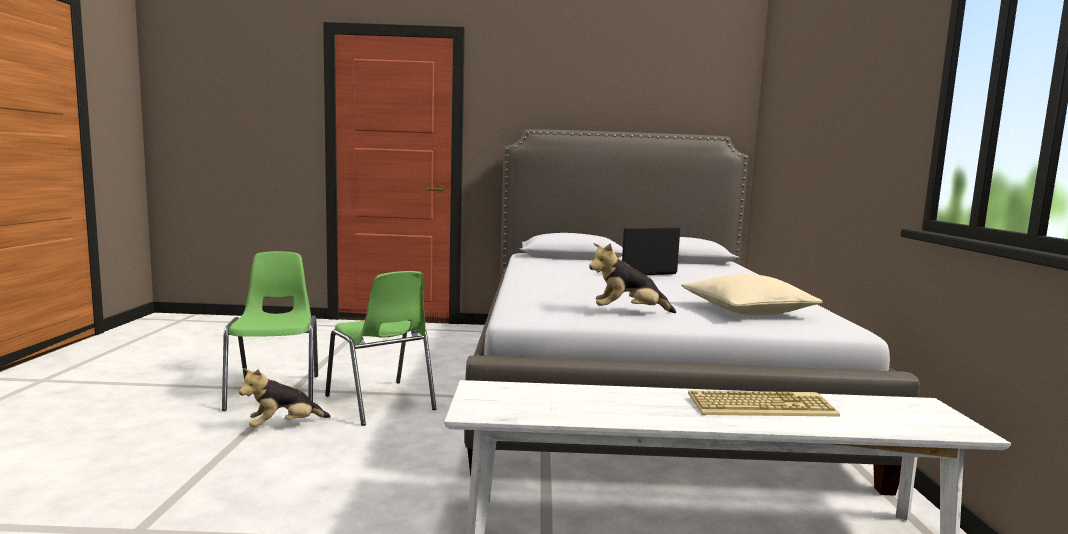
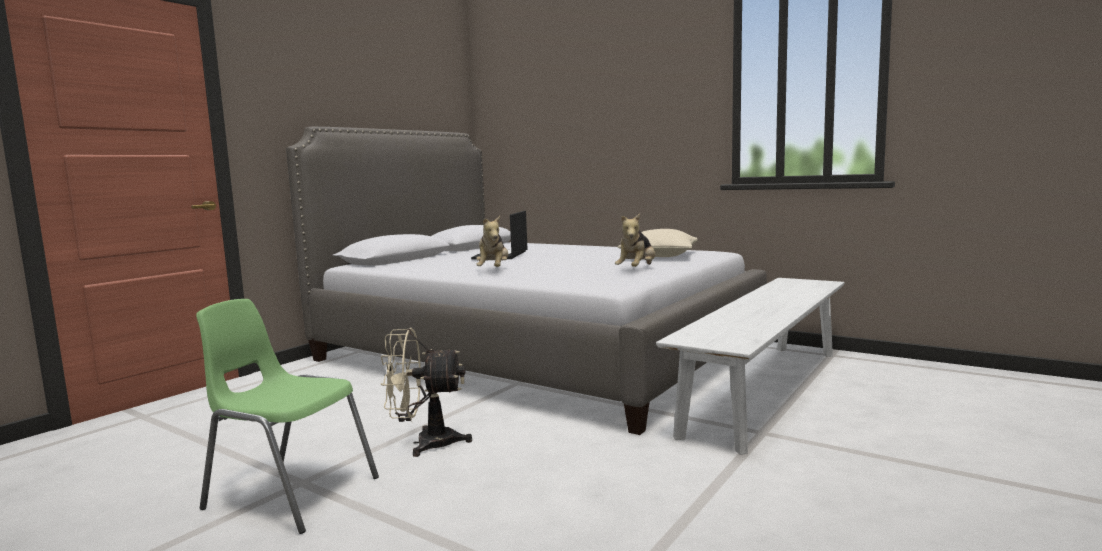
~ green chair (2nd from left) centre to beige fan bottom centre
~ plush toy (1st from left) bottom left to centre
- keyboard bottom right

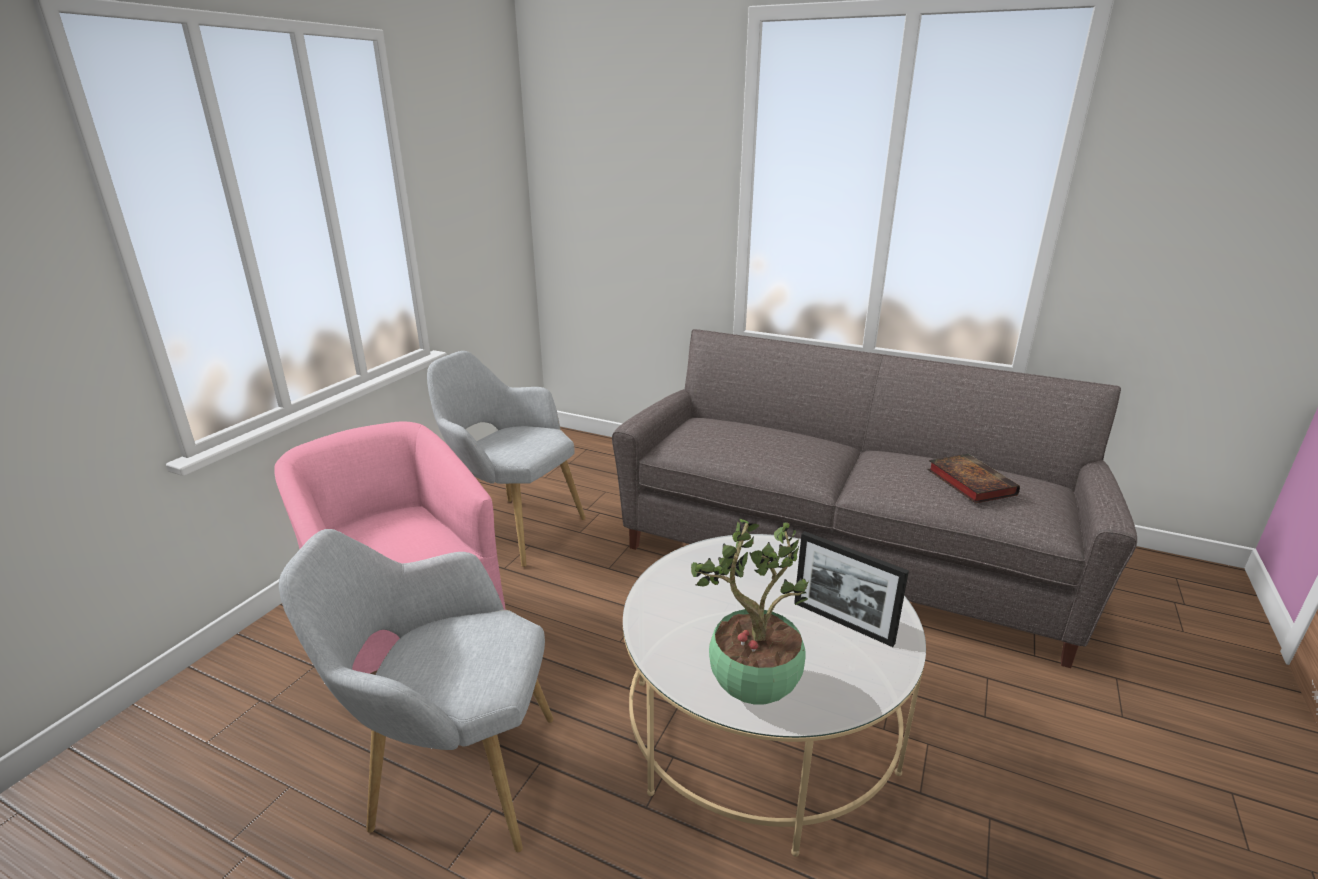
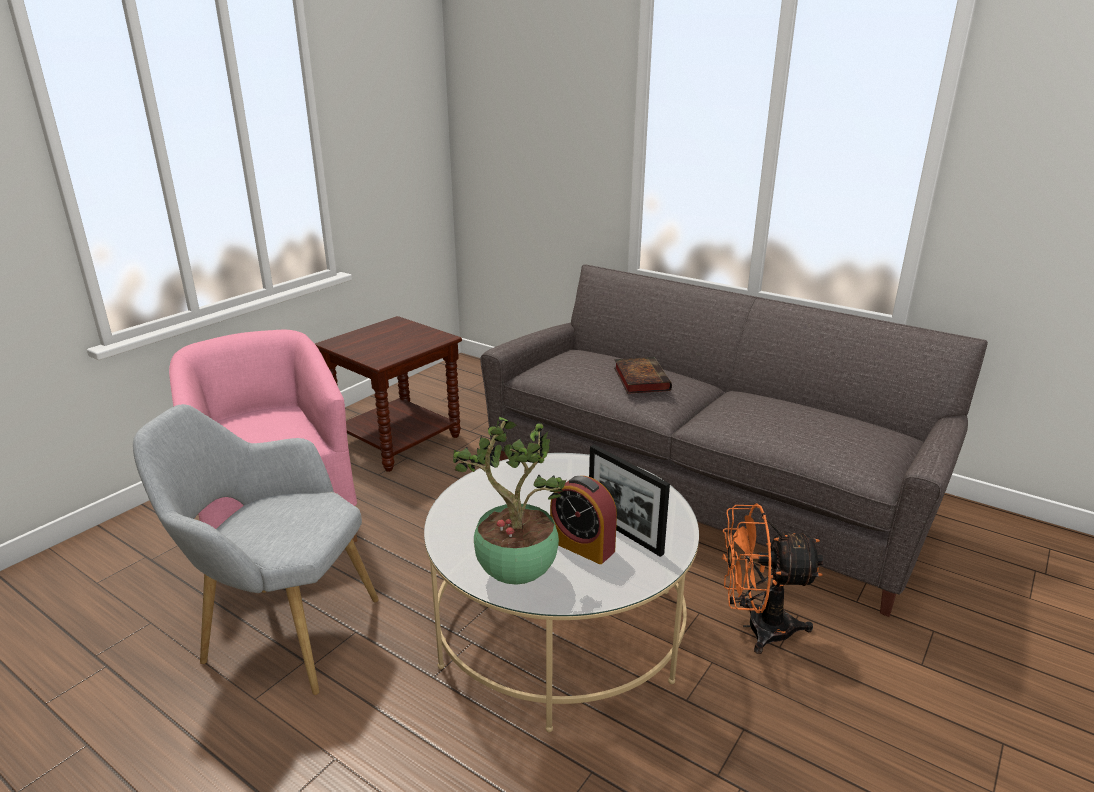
~ grey armchair (2nd from left) centre to brown side table centre
~ book middle right to centre
+ alarm clock centre
+ orange fan bottom right

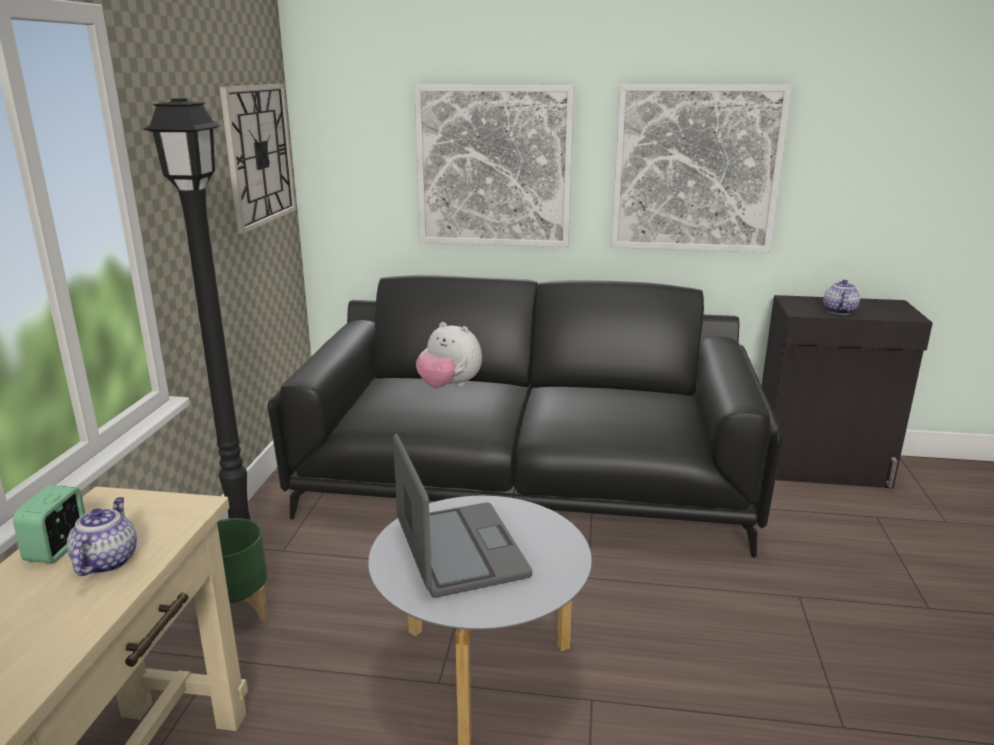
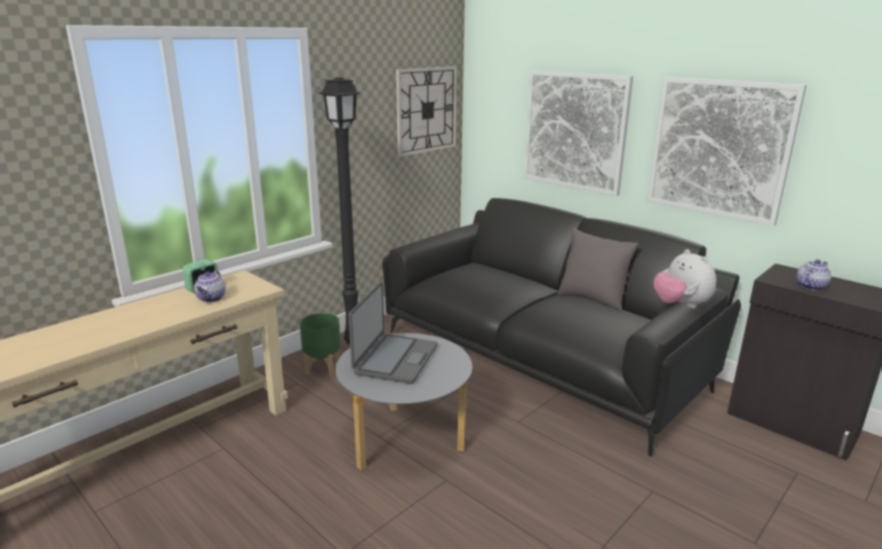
~ plush toy centre to middle right
~ teapot (1st from left) bottom left = middle left 150 degrees clockwise
+ grey pillow middle right

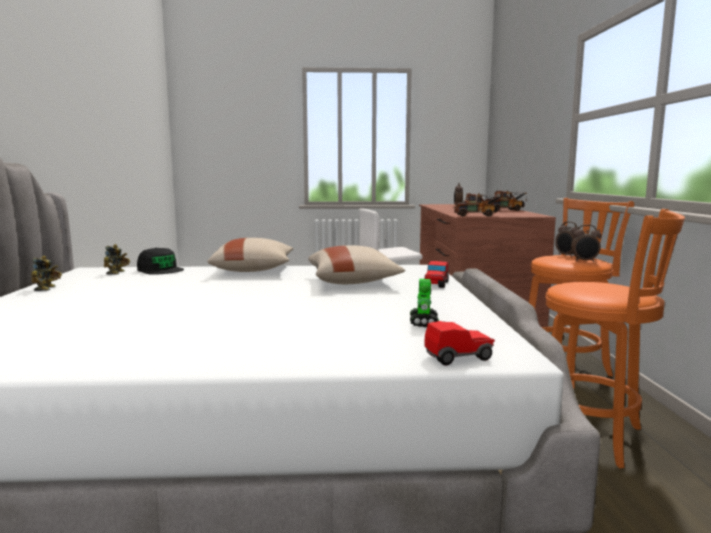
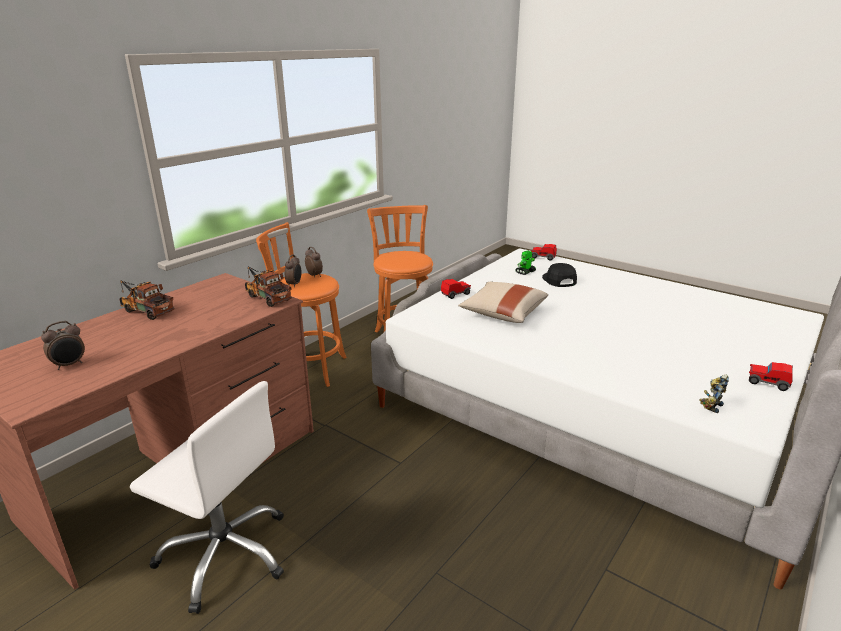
- beige pillow (1st from left) centre
~ black cap middle left to centre
~ toy robot (1st from left) middle left to toy car (3rd from left) middle right

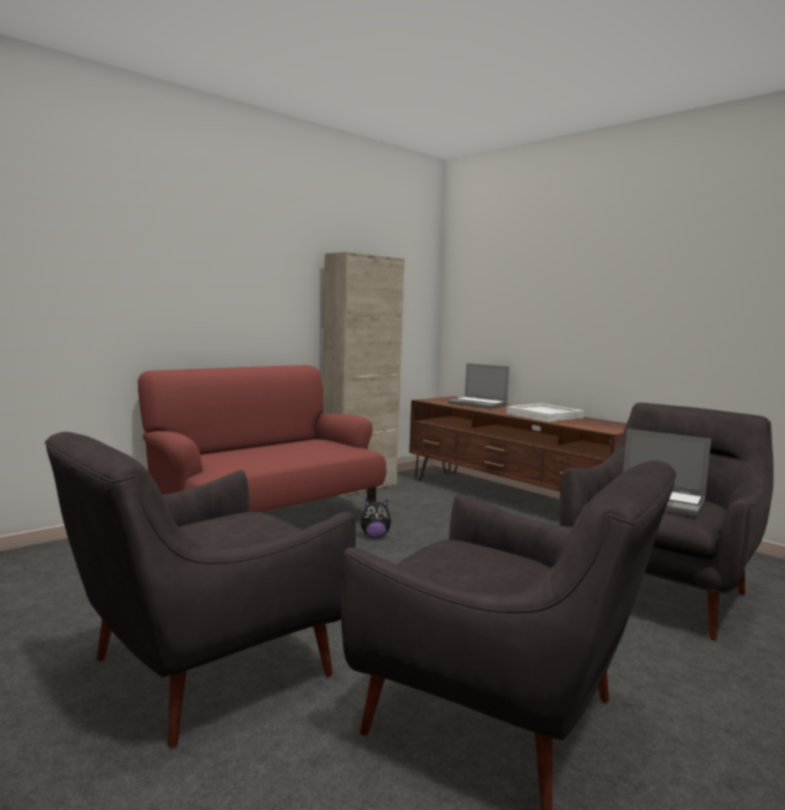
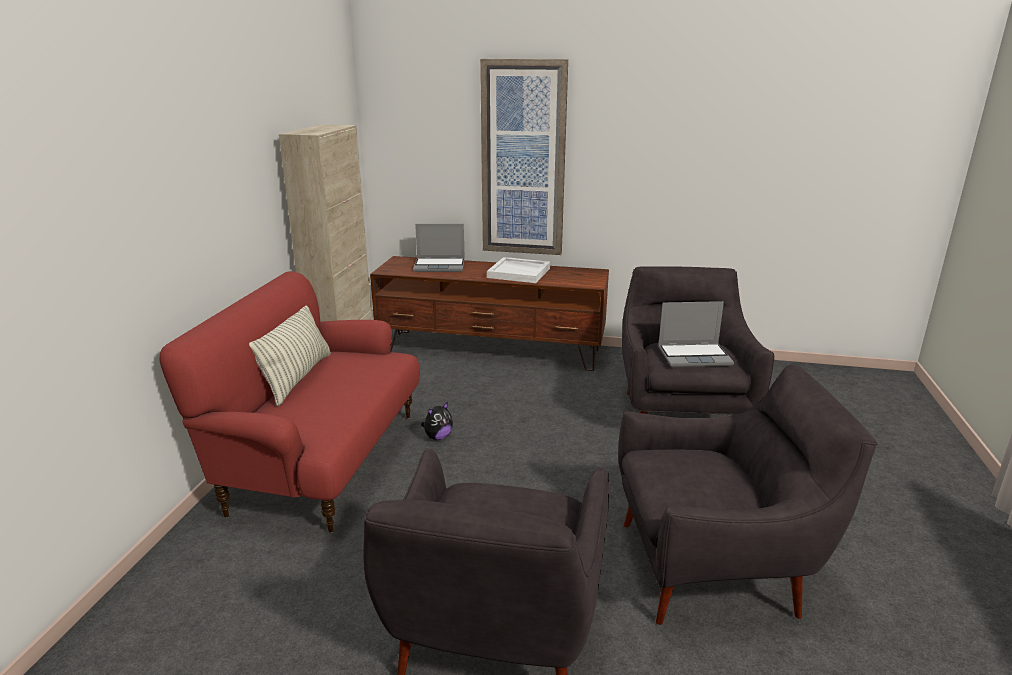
+ picture top centre
+ pillow middle left

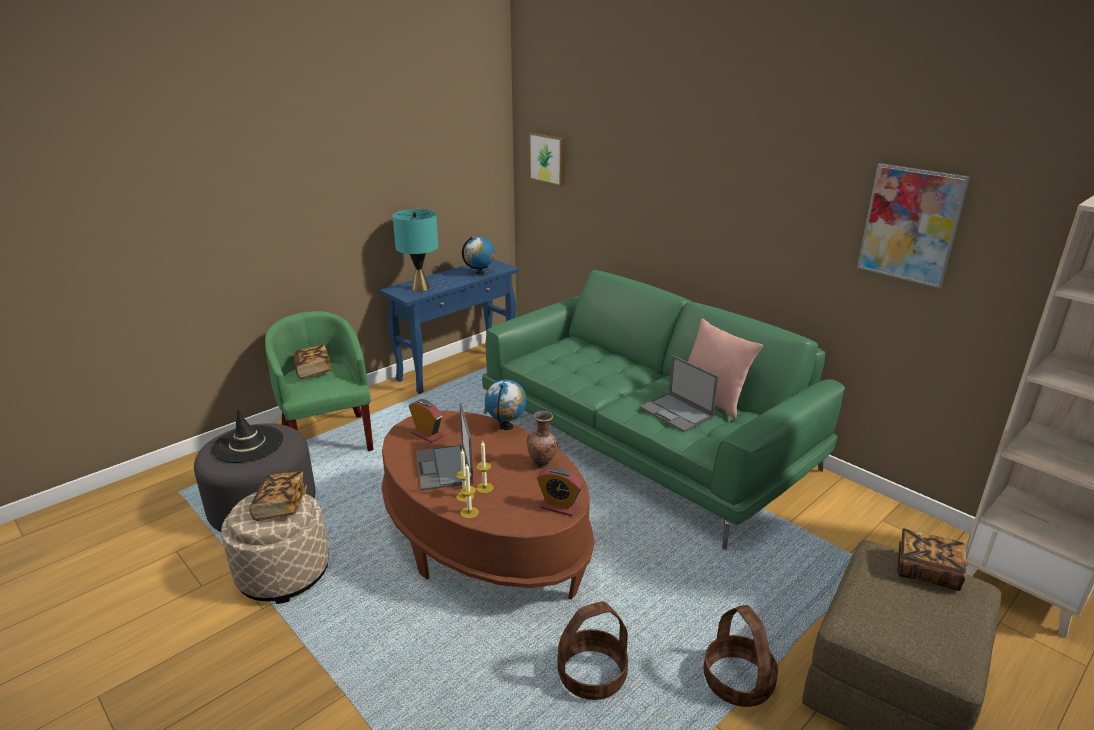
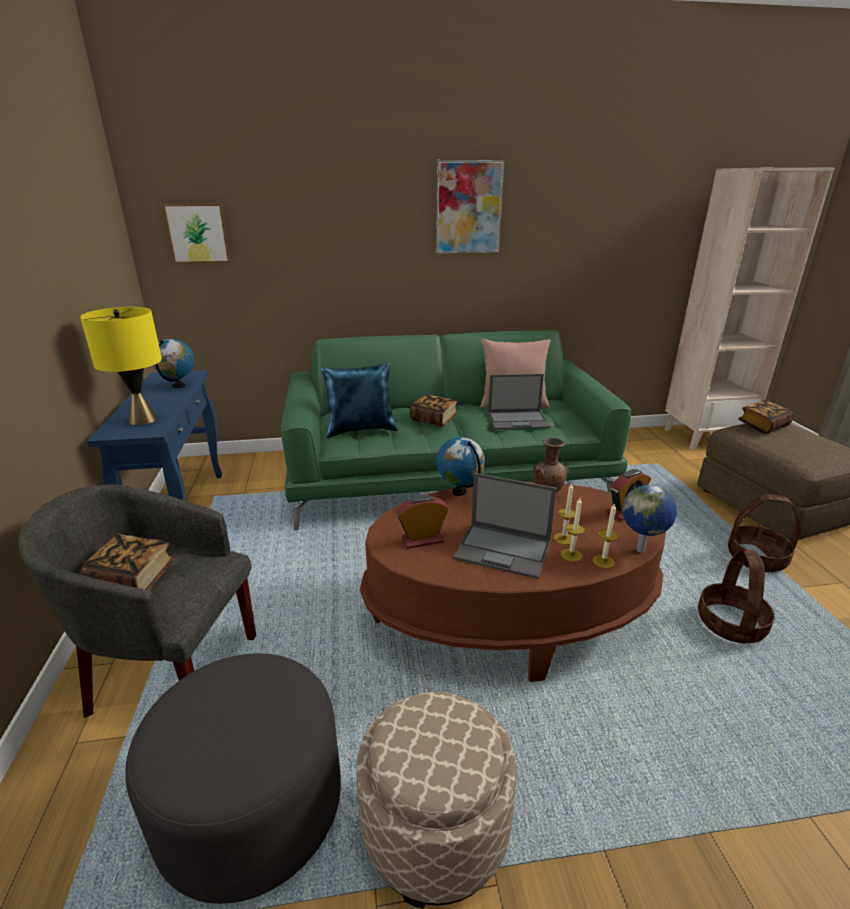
~ picture (2nd from left) top right to top centre
~ turquoise table lamp centre to yellow table lamp middle left
~ green armchair middle left to grey armchair middle left
- black hat middle left
~ book (1st from left in the first image) bottom left to book (2nd from left) centre
+ blue pillow centre
+ globe (3rd from left) middle right

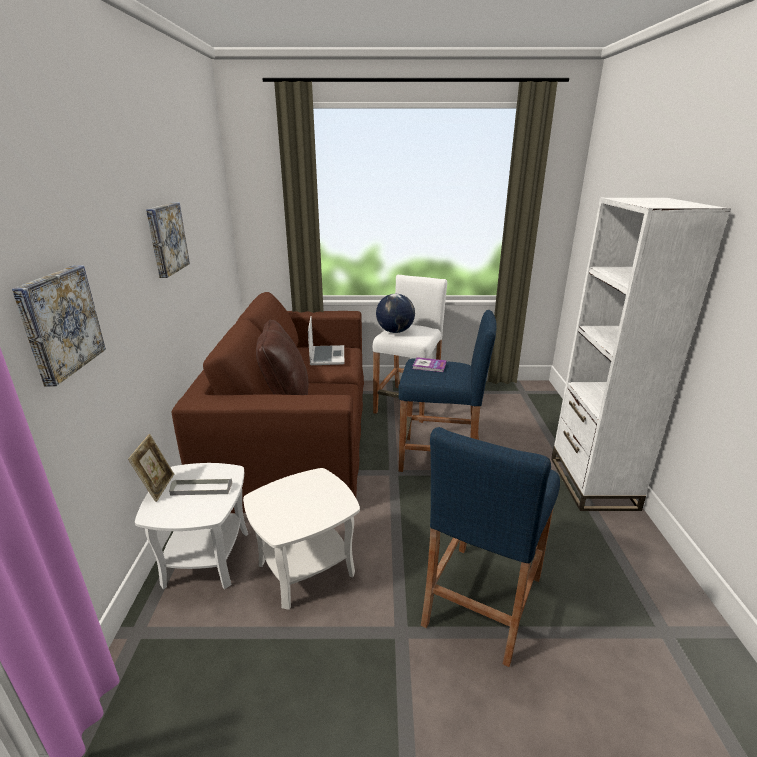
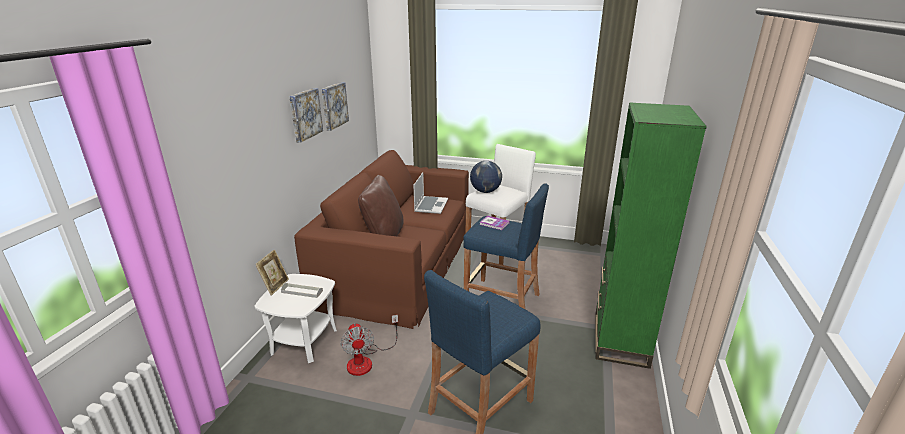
~ white bookcase middle right to green bookcase middle right
~ picture (1st from left in the first image) middle left to picture (2nd from left) top centre
~ white side table (2nd from left) bottom centre to fan bottom centre

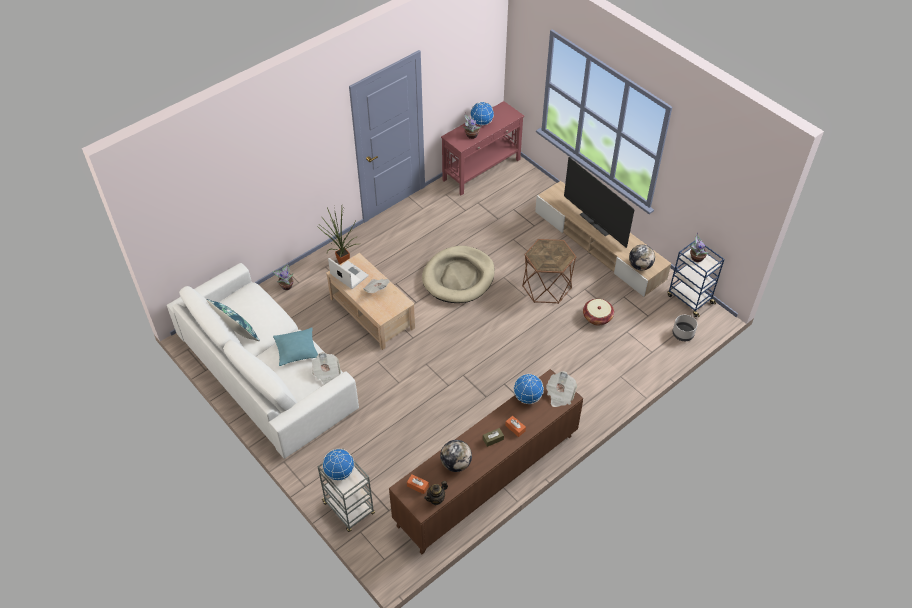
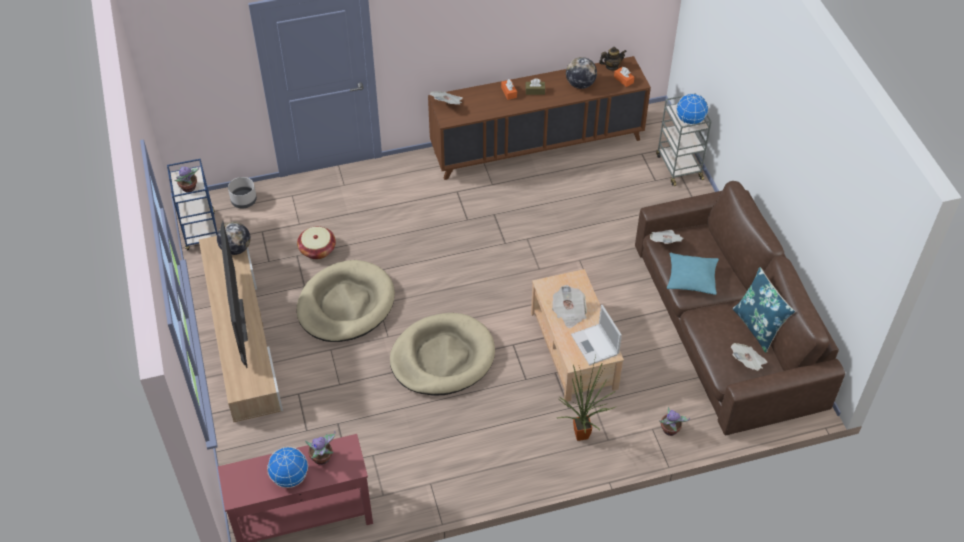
~ brown side table centre to beige dog bed (1st from left) centre
~ white sofa middle left to brown sofa middle right
- globe (4th from left) centre
+ newspaper (4th from left) middle right

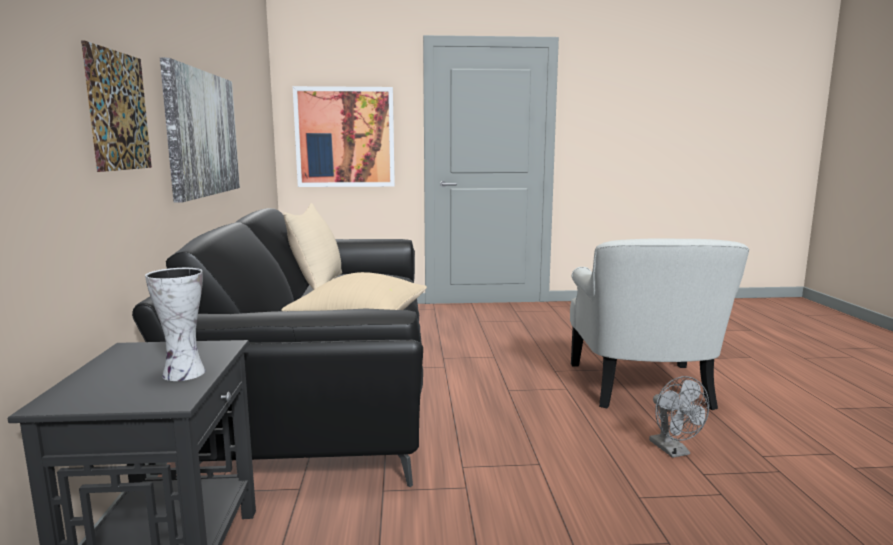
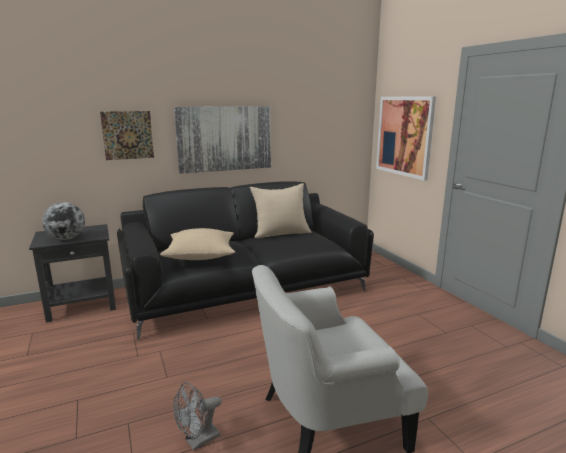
~ vase middle left to globe middle left

